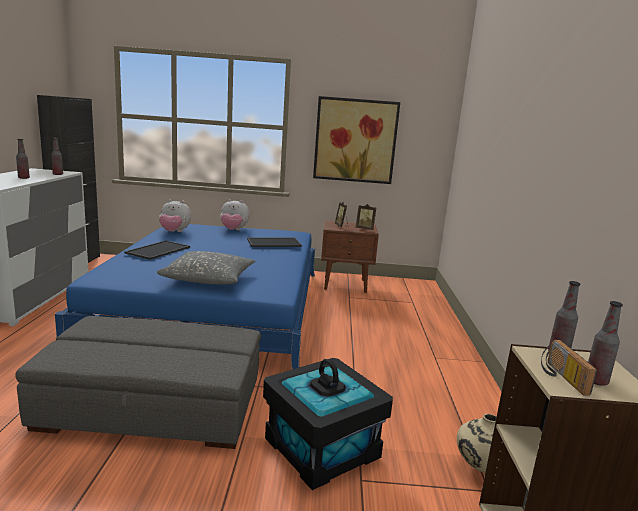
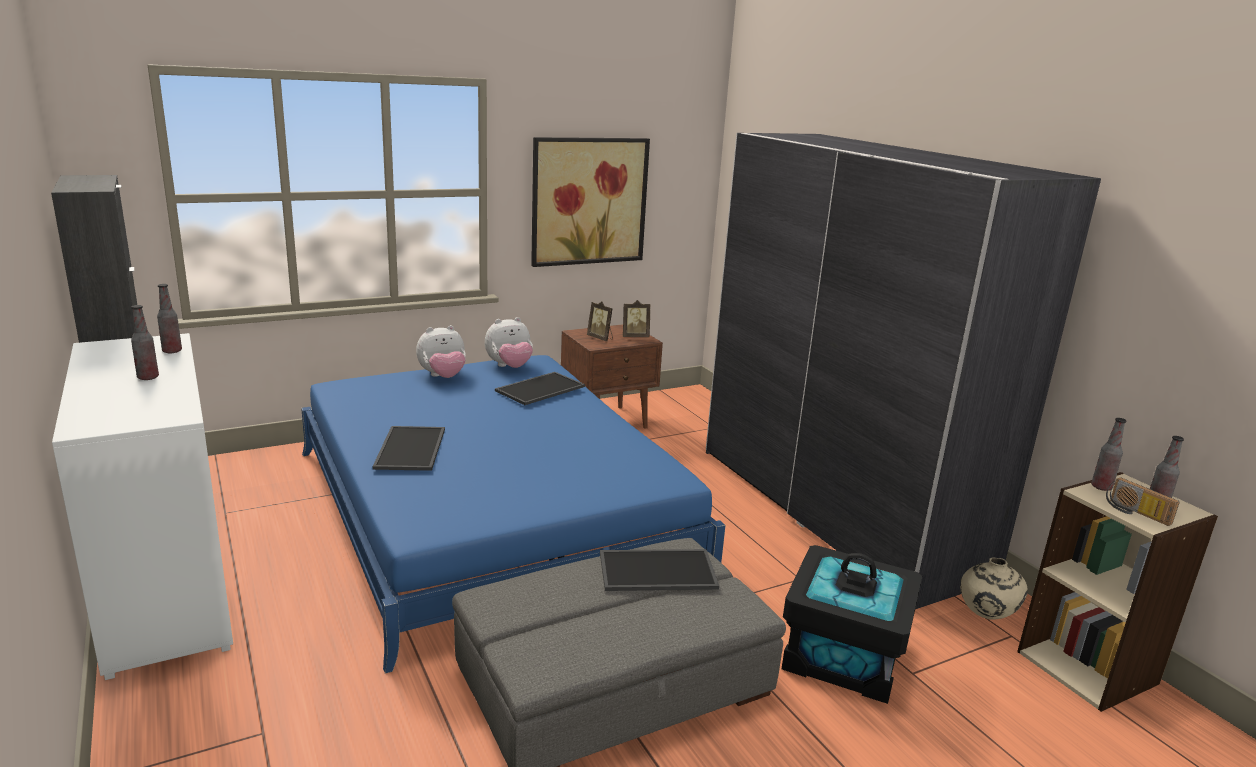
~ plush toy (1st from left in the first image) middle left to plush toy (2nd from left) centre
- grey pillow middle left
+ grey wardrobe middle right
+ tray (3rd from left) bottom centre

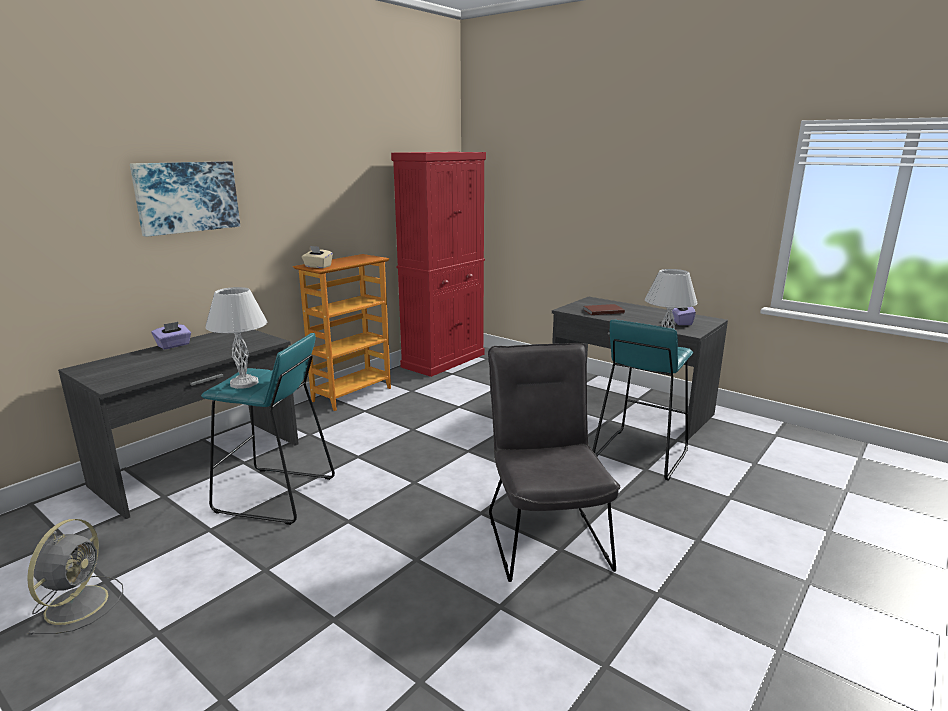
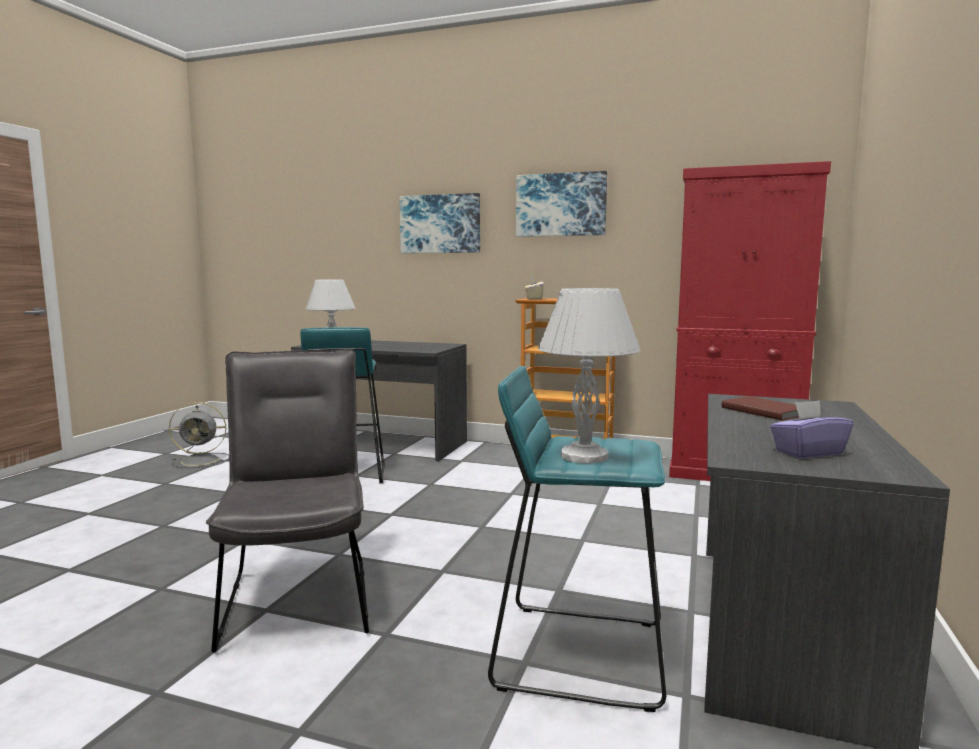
- purple tissue box (1st from left) middle left
~ grey chair centre = bottom left 75 degrees counterclockwise
+ picture (2nd from left) top centre

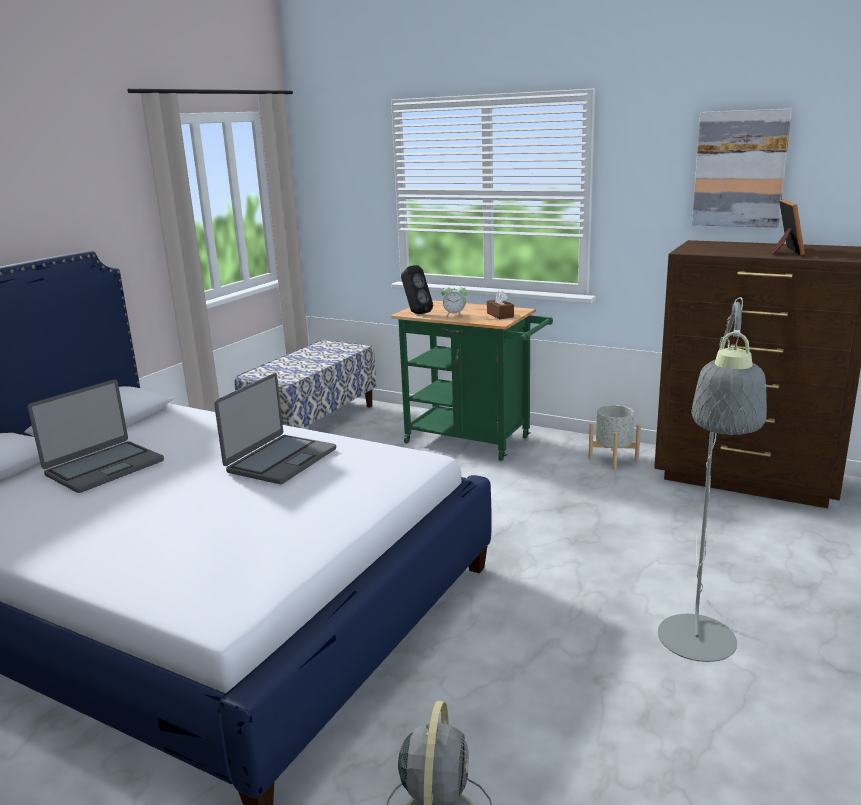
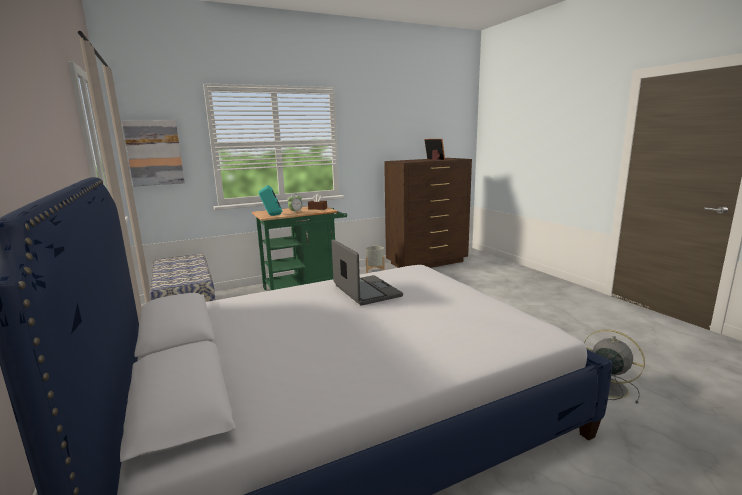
~ picture top right to top left
~ black speaker centre to turquoise speaker centre
- grey floor lamp middle right
- laptop (1st from left) middle left

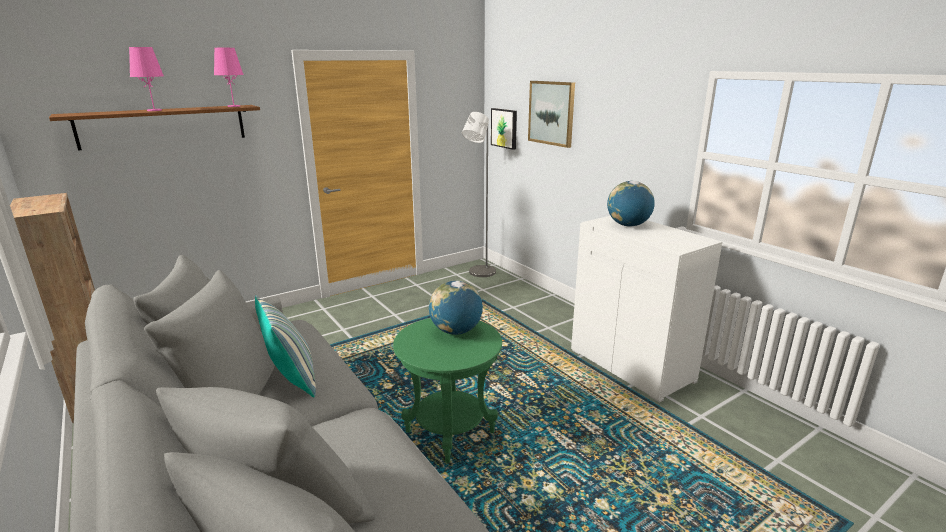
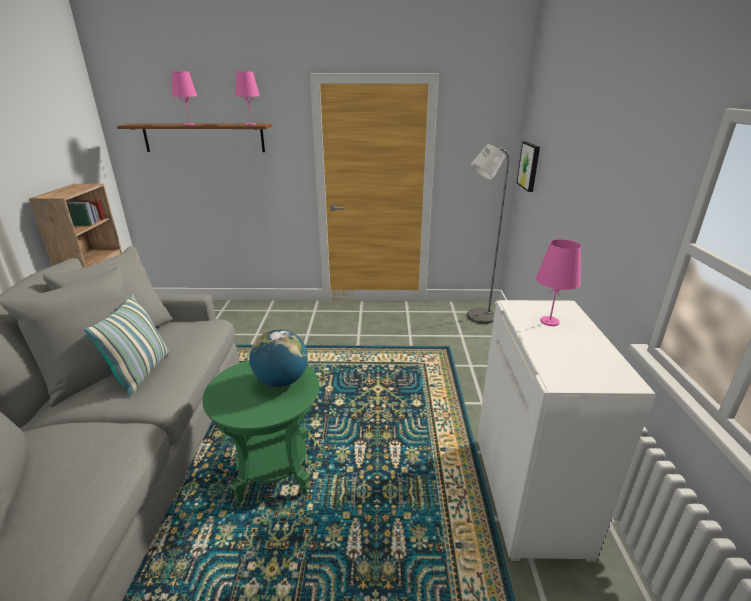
- picture (2nd from left) top centre
~ globe (2nd from left) middle right to pink table lamp (3rd from left) middle right

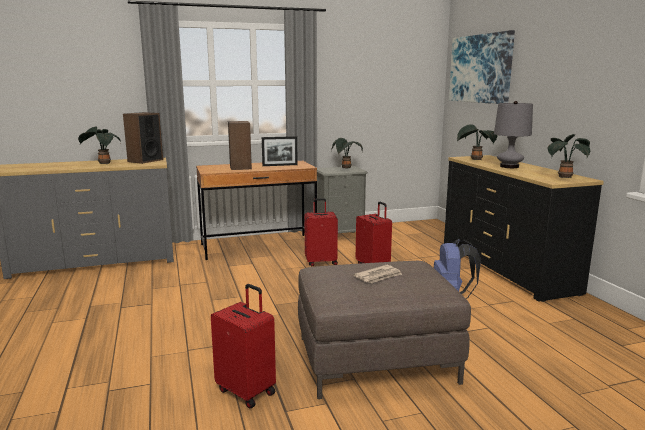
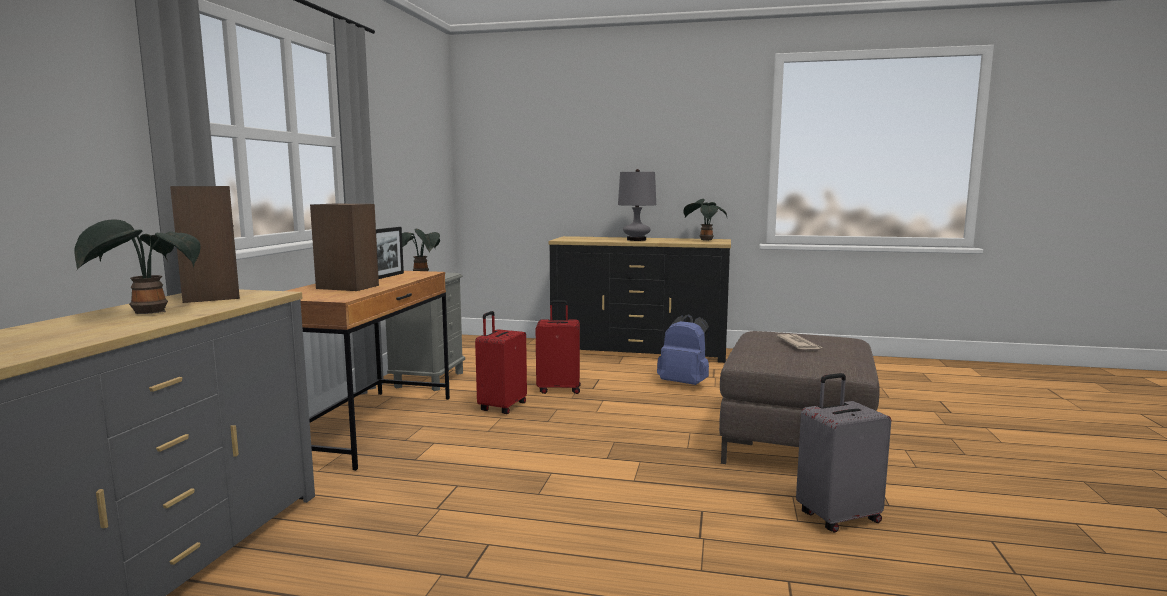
- picture top right
- potted plant (3rd from left) top right
~ red suitcase (1st from left) bottom centre to grey suitcase bottom right

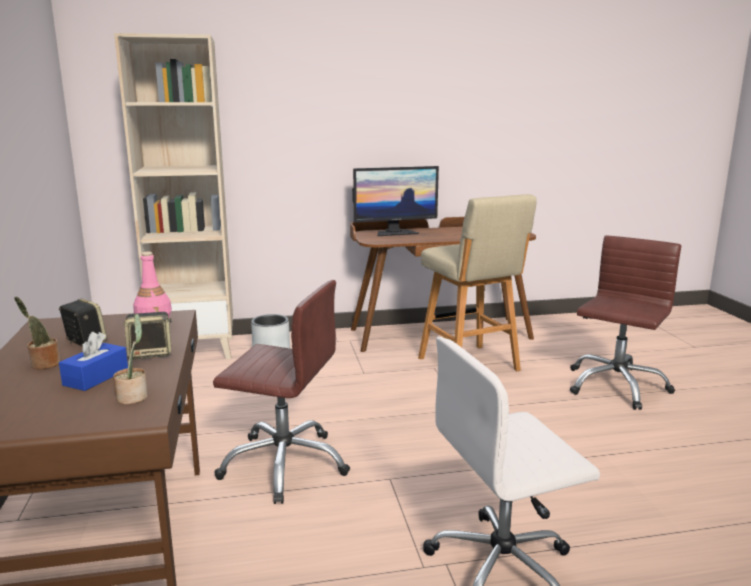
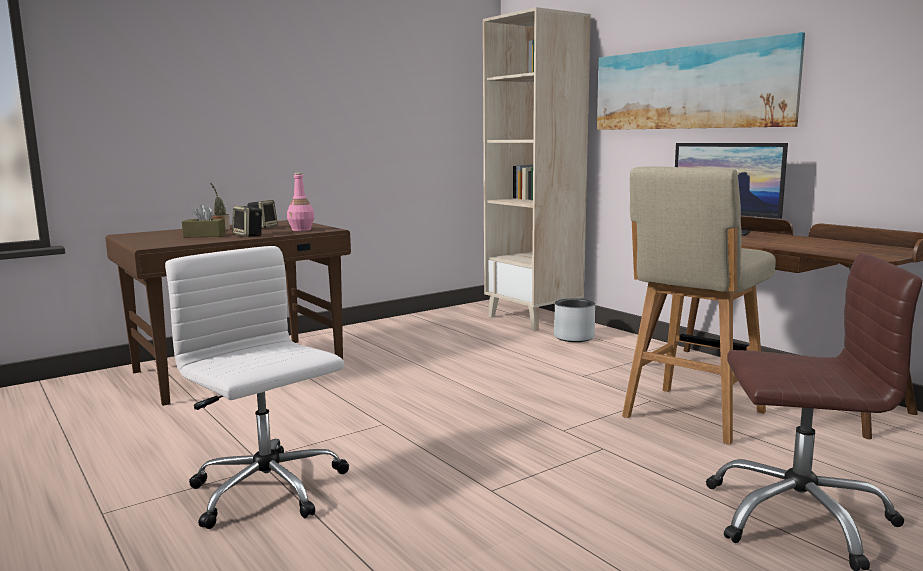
- brown office chair (1st from left) bottom centre
- potted plant (2nd from left) middle left
~ blue tissue box middle left to brown tissue box middle left
+ picture top right

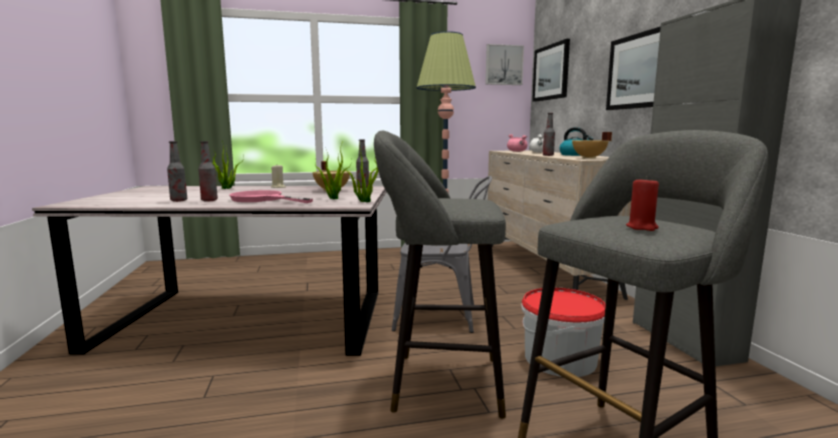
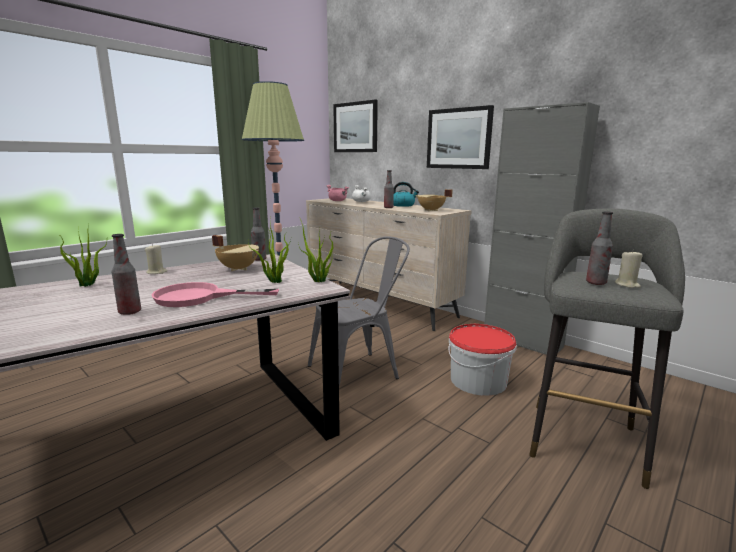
- picture (1st from left) top centre
- grey stool (1st from left) centre
~ bottle (1st from left in the first image) middle left to bottle (4th from left) middle right
~ red candle middle right to beige candle (2nd from left) middle right

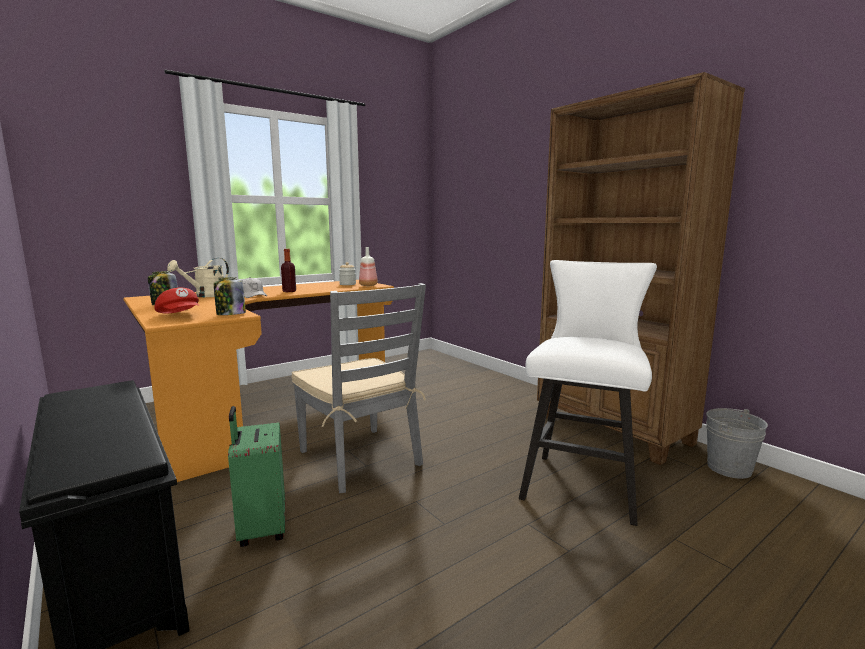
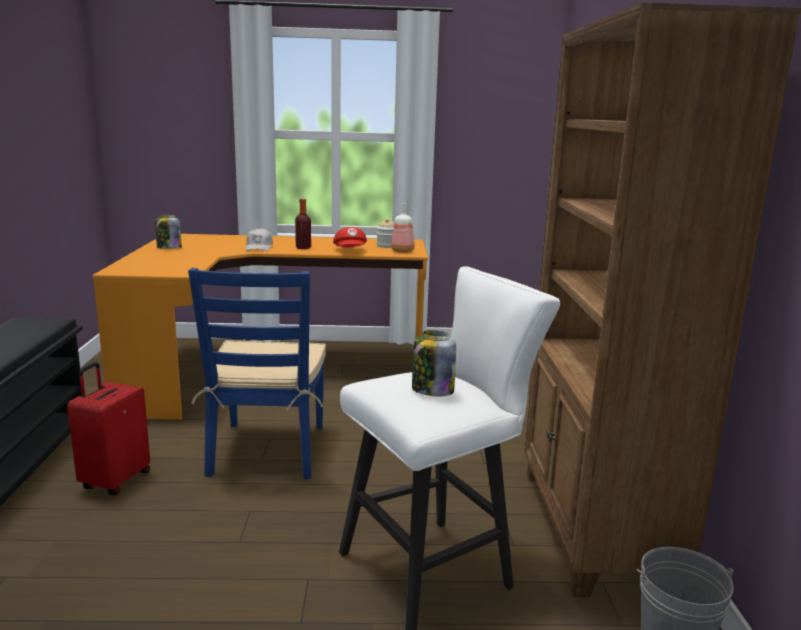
- beige watering can middle left
~ jar (2nd from left in the first image) middle left to jar (3rd from left) centre
~ grey chair centre to blue chair middle left
~ red cap middle left to centre
~ green suitcase bottom left to red suitcase bottom left

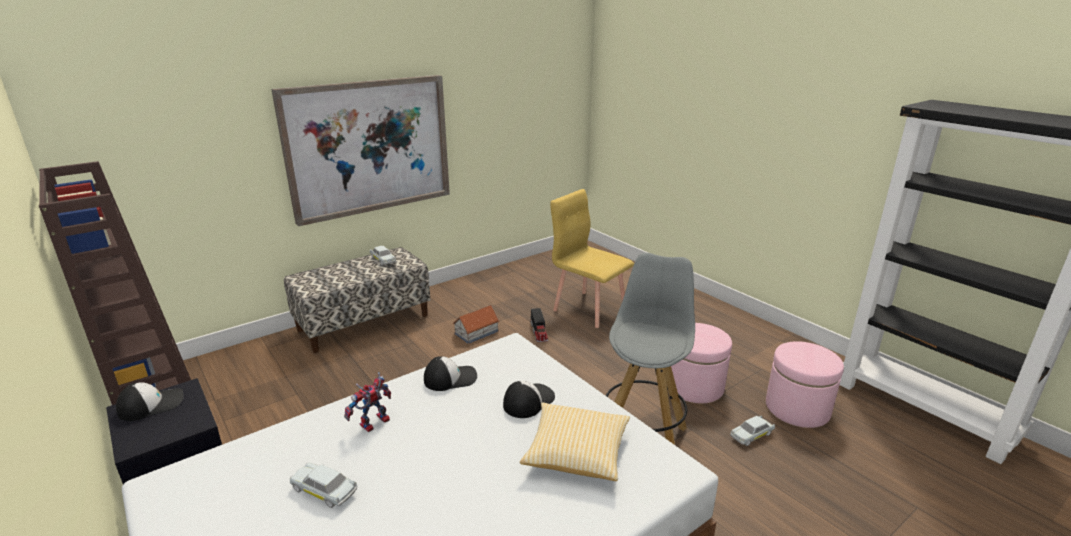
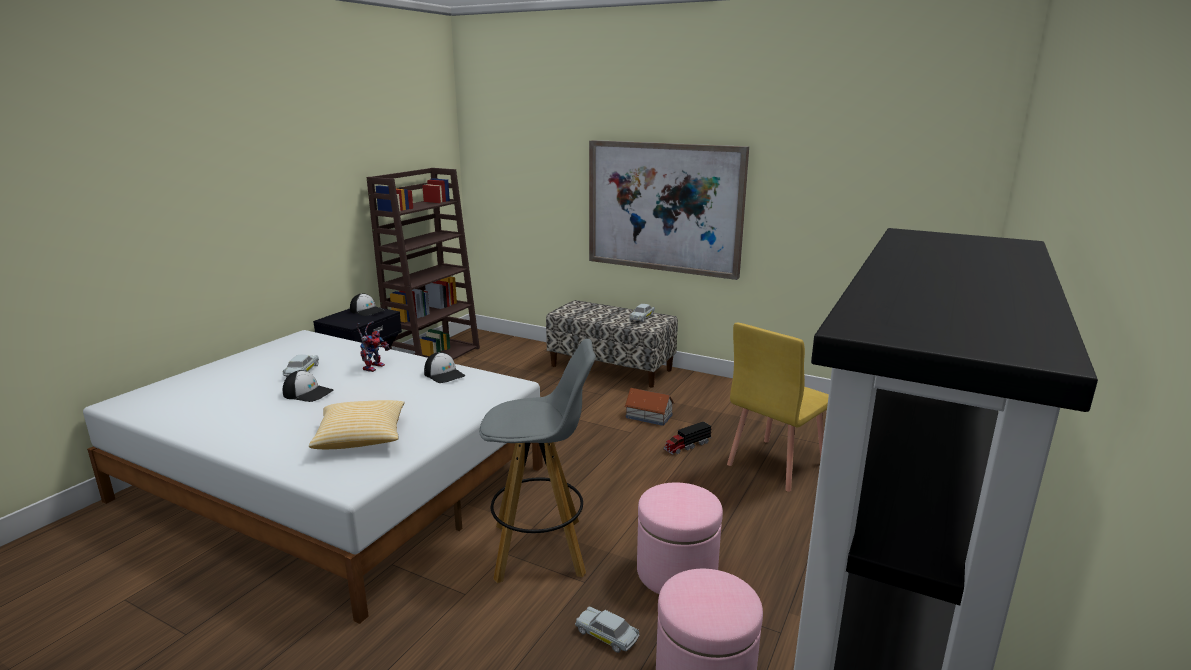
~ yellow chair centre = centre 150 degrees counterclockwise
~ toy robot bottom centre = middle left 90 degrees clockwise
~ cap (3rd from left in the first image) bottom centre to cap (1st from left) middle left

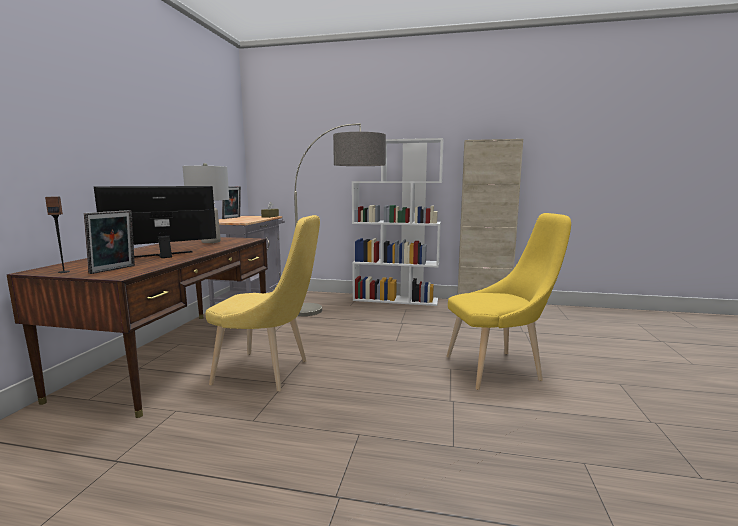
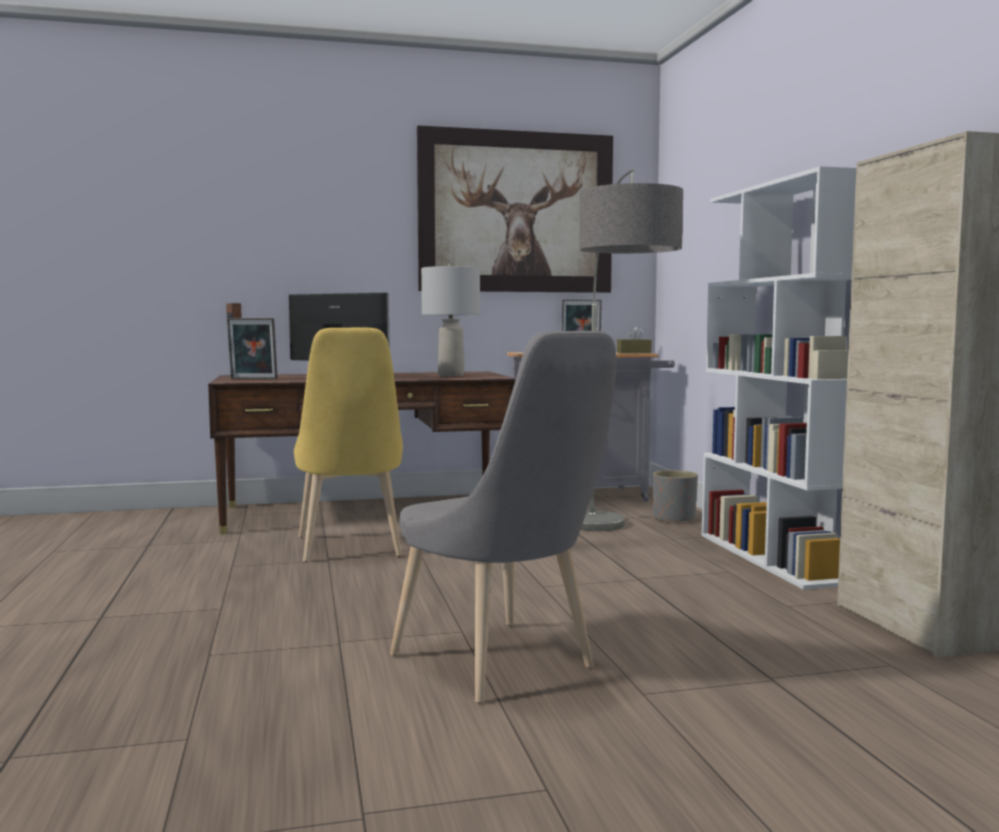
~ yellow chair (2nd from left) middle right to grey chair centre
+ picture top centre
+ grey planter middle right

